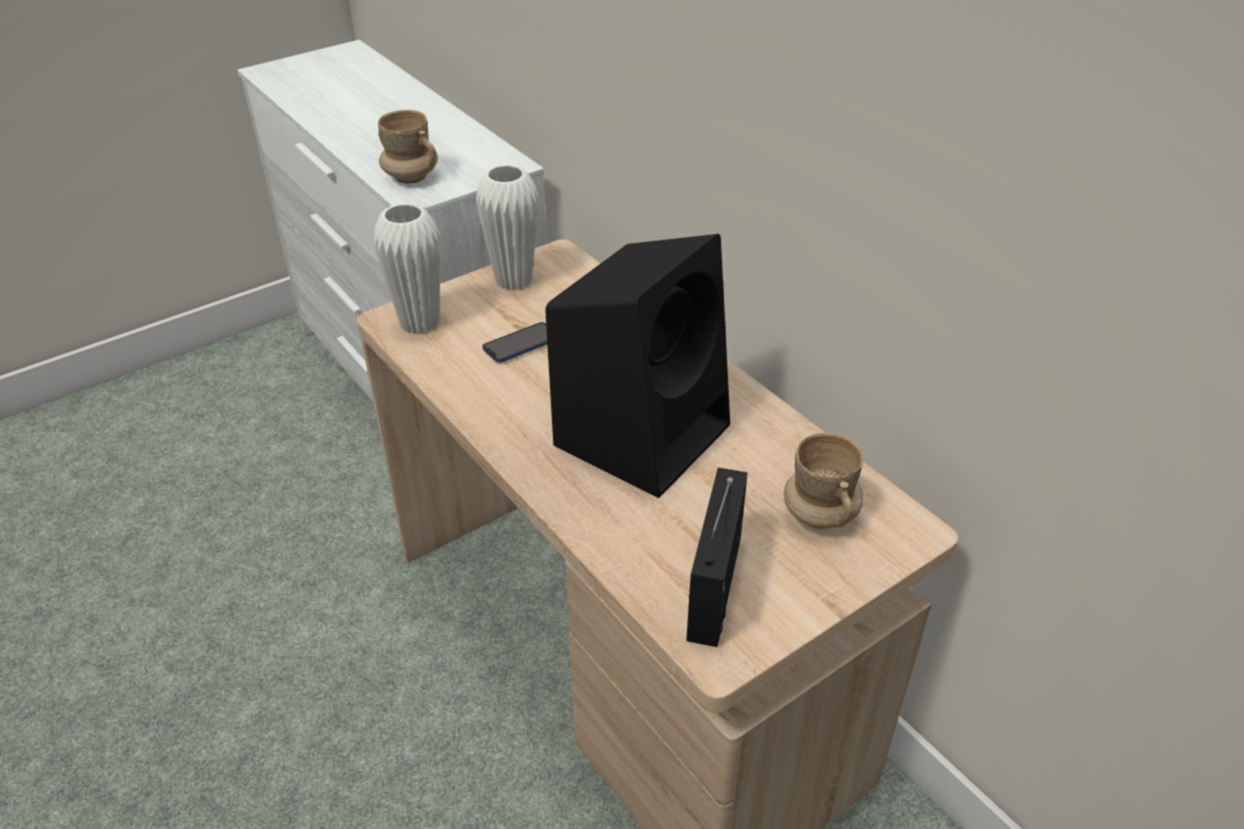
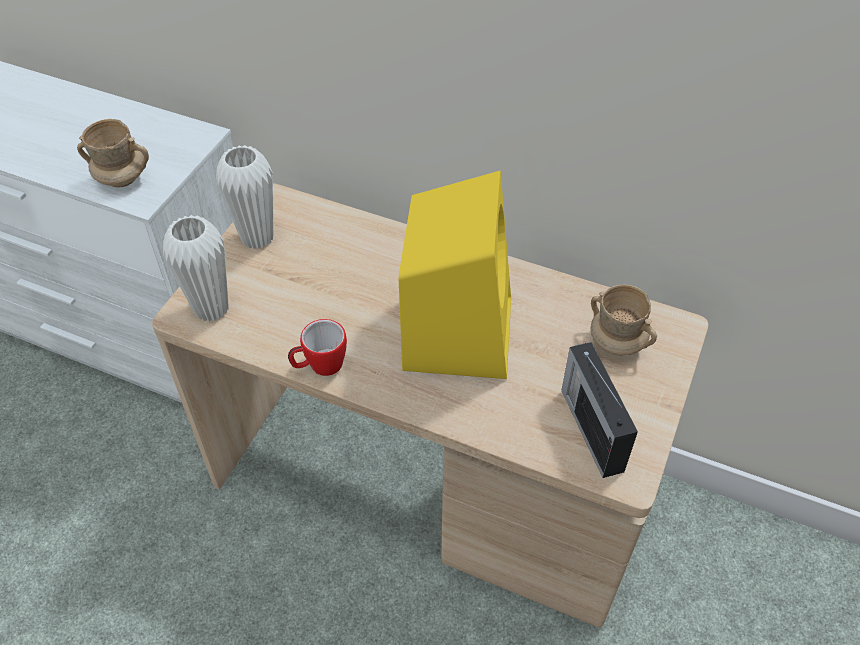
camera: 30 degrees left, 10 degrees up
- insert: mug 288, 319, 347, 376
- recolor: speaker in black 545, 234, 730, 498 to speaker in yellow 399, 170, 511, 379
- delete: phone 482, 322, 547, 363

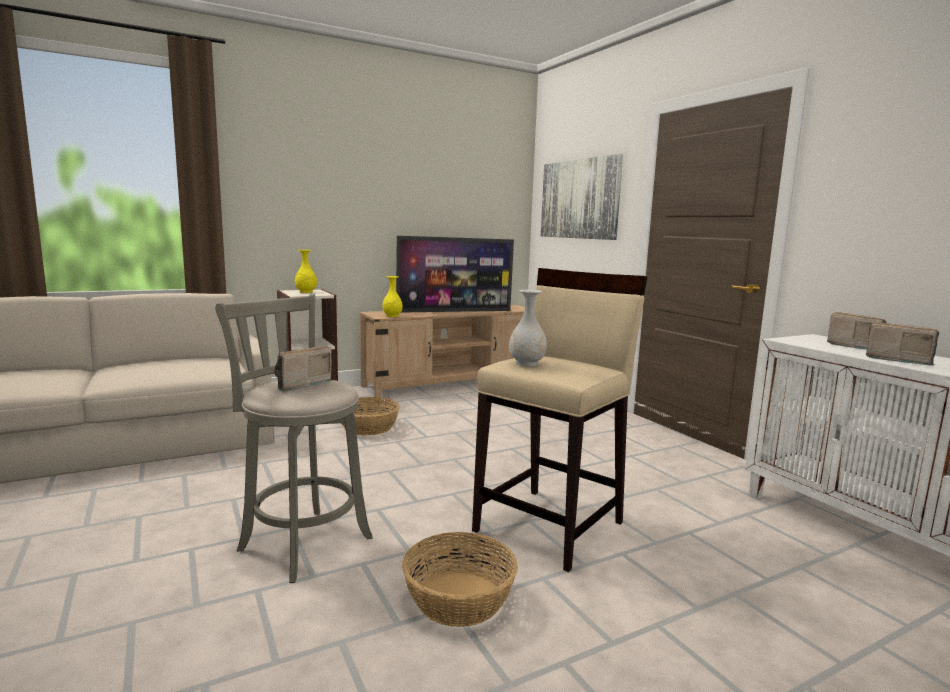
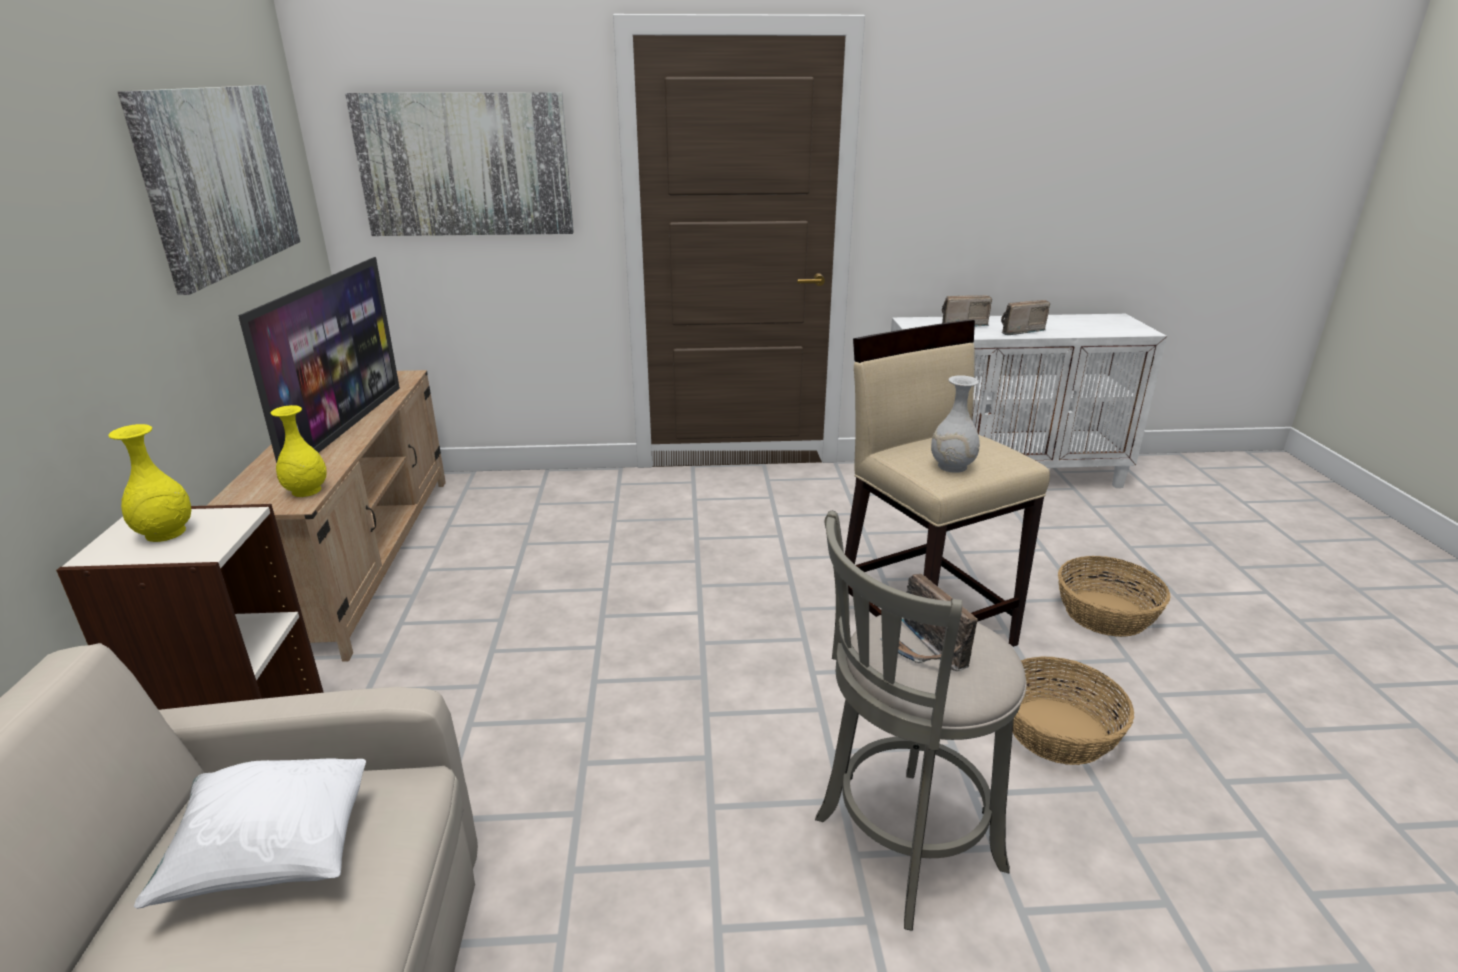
camera: 65 degrees left, 15 degrees up
- insert: picture 118, 85, 301, 295
- insert: pillow in white 134, 758, 366, 909
- move: basket 341, 397, 400, 436 to 1058, 556, 1171, 637

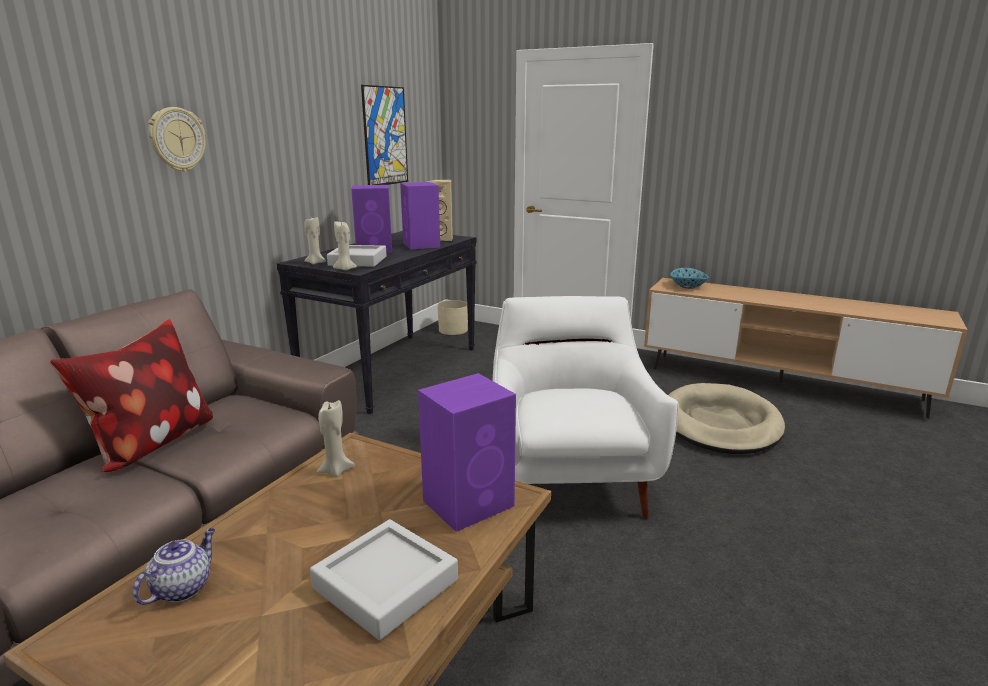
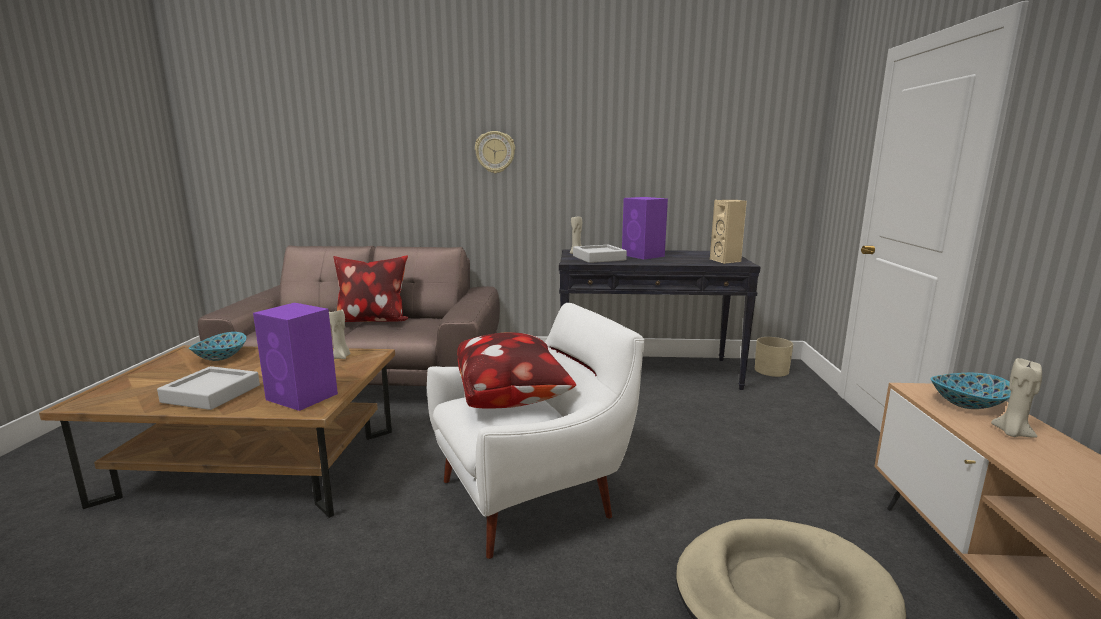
camera: 65 degrees right, 5 degrees down
- replace: teapot 133, 528, 215, 605 to bowl 189, 332, 246, 361
- insert: pillow 457, 332, 576, 408
- move: candle in beige 333, 221, 357, 270 to 991, 358, 1042, 438
- delete: picture 361, 85, 408, 185
- delete: speaker in purple 400, 182, 440, 249

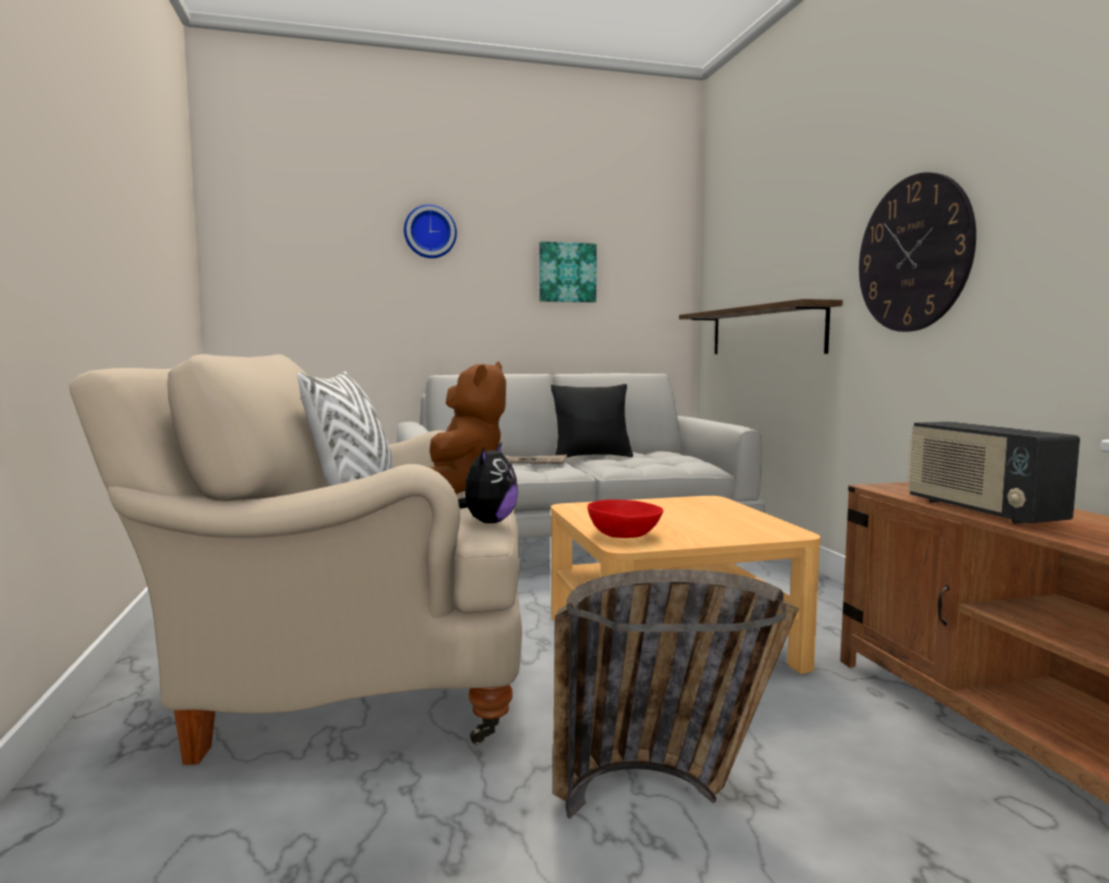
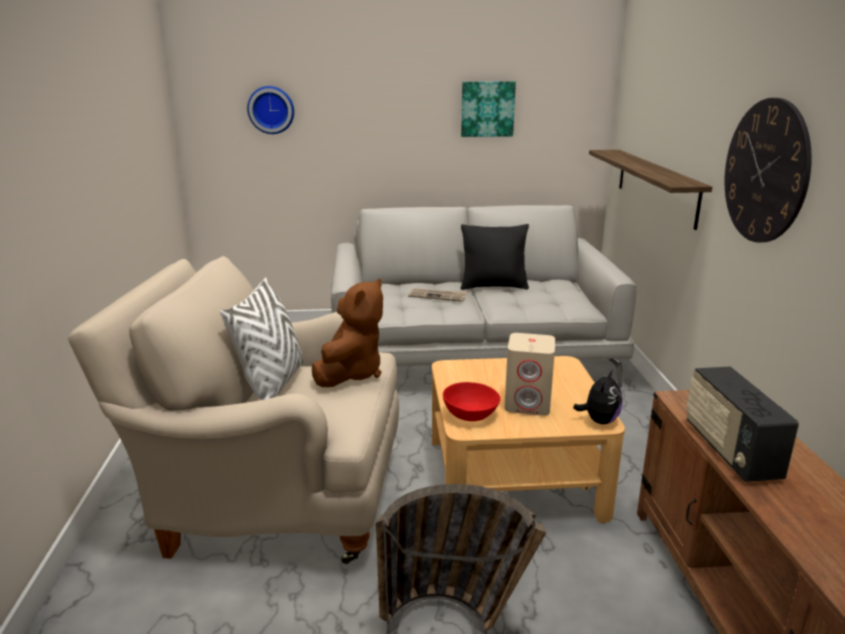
camera: 10 degrees right, 15 degrees up
- move: wall clock 404, 204, 457, 258 to 247, 86, 294, 134
- insert: speaker in beige 504, 333, 555, 416
- move: plush toy 458, 442, 518, 523 to 573, 369, 622, 424

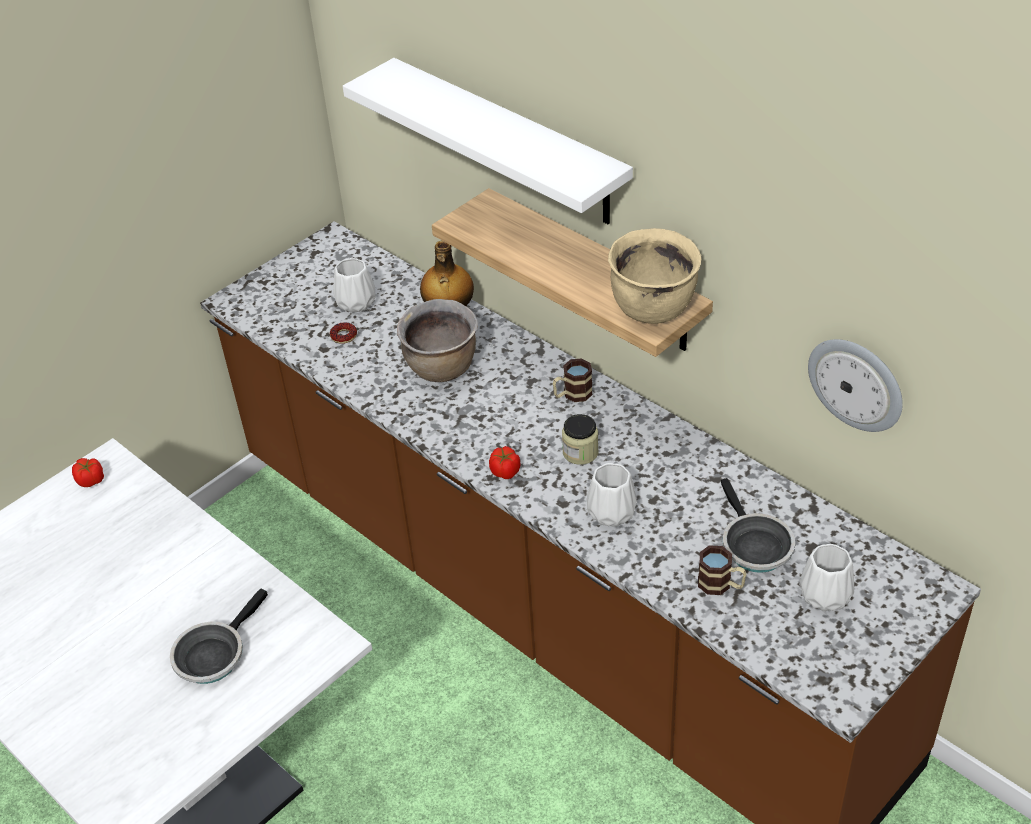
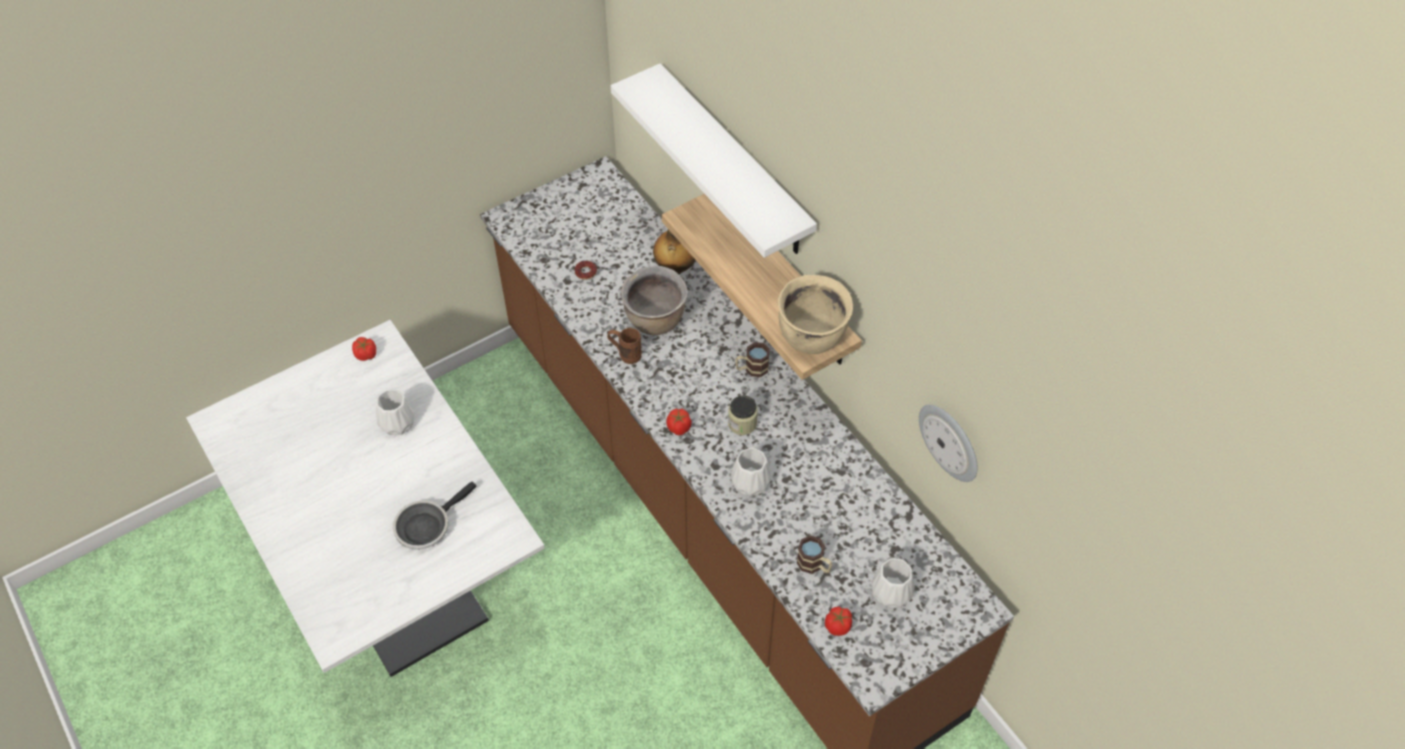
camera: 10 degrees right, 10 degrees up
- move: vase in white 333, 258, 376, 313 to 376, 390, 415, 435
- insert: mug in brown 607, 328, 642, 364
- insert: tomato 825, 607, 852, 636
- delete: frying pan 720, 478, 795, 573

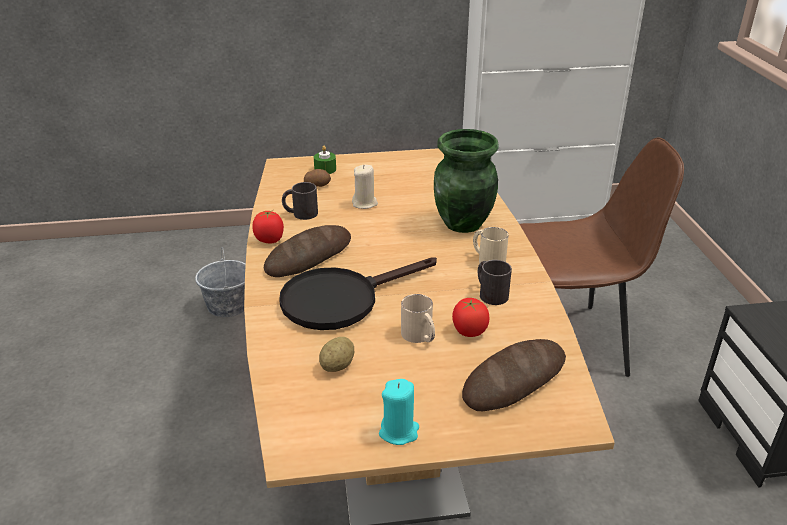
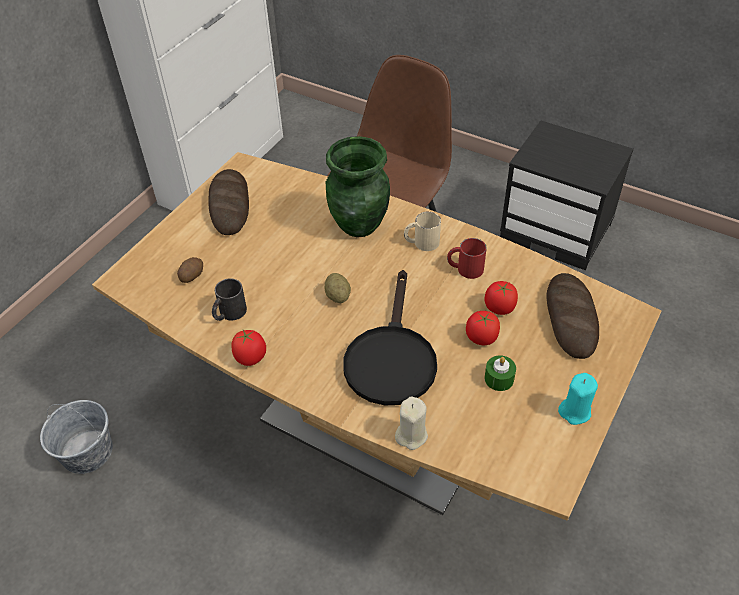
camera: 50 degrees left, 15 degrees up
- move: bread 264, 225, 351, 277 to 208, 169, 249, 235
- move: potato 319, 337, 354, 372 to 325, 273, 351, 303
- move: candle in beige 352, 165, 378, 209 to 395, 397, 428, 450
- recolor: mug in black 478, 260, 512, 305 to mug in red 447, 238, 487, 279
- replace: mug in beige 401, 294, 435, 343 to tomato 466, 311, 500, 345
- move: candle in green 314, 145, 336, 174 to 485, 355, 516, 391

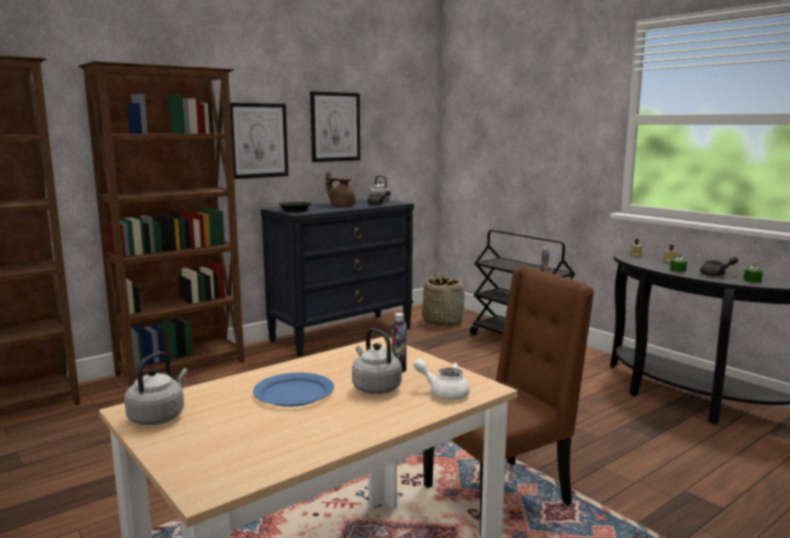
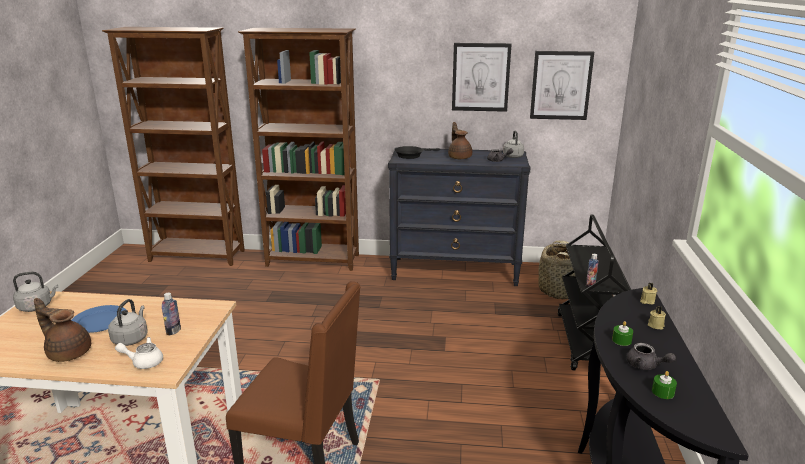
camera: 45 degrees right, 10 degrees up
- insert: teapot in brown 34, 298, 91, 362
- rotate: teapot in white 414, 359, 470, 400 = 115, 337, 163, 369 75 degrees counterclockwise
- move: picture 230, 103, 288, 179 to 530, 51, 594, 120

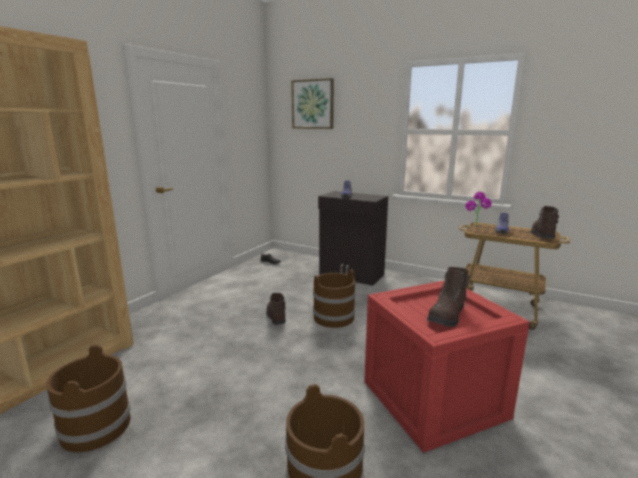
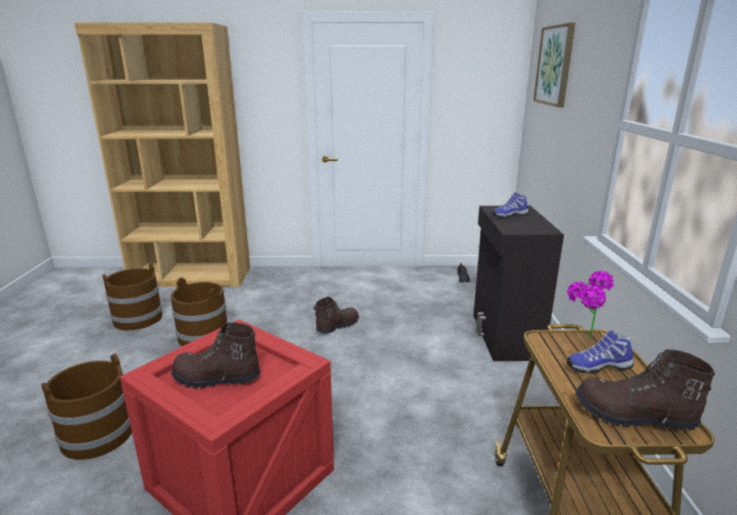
camera: 60 degrees right, 5 degrees up
- move: bucket in brown 313, 269, 356, 328 to 171, 277, 228, 346
- rotate: boot in brown 531, 206, 559, 239 = 575, 349, 715, 430 150 degrees counterclockwise

